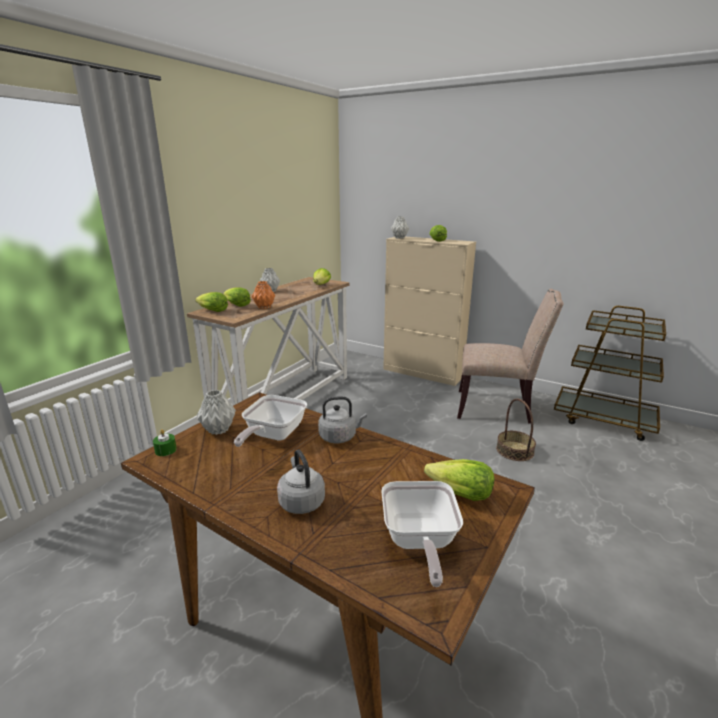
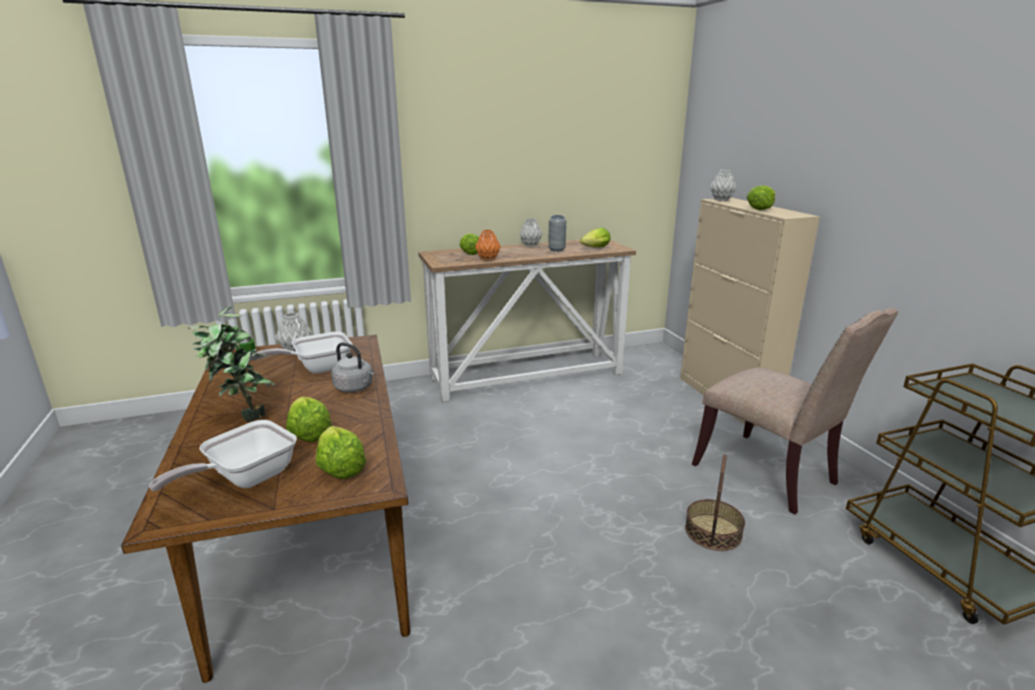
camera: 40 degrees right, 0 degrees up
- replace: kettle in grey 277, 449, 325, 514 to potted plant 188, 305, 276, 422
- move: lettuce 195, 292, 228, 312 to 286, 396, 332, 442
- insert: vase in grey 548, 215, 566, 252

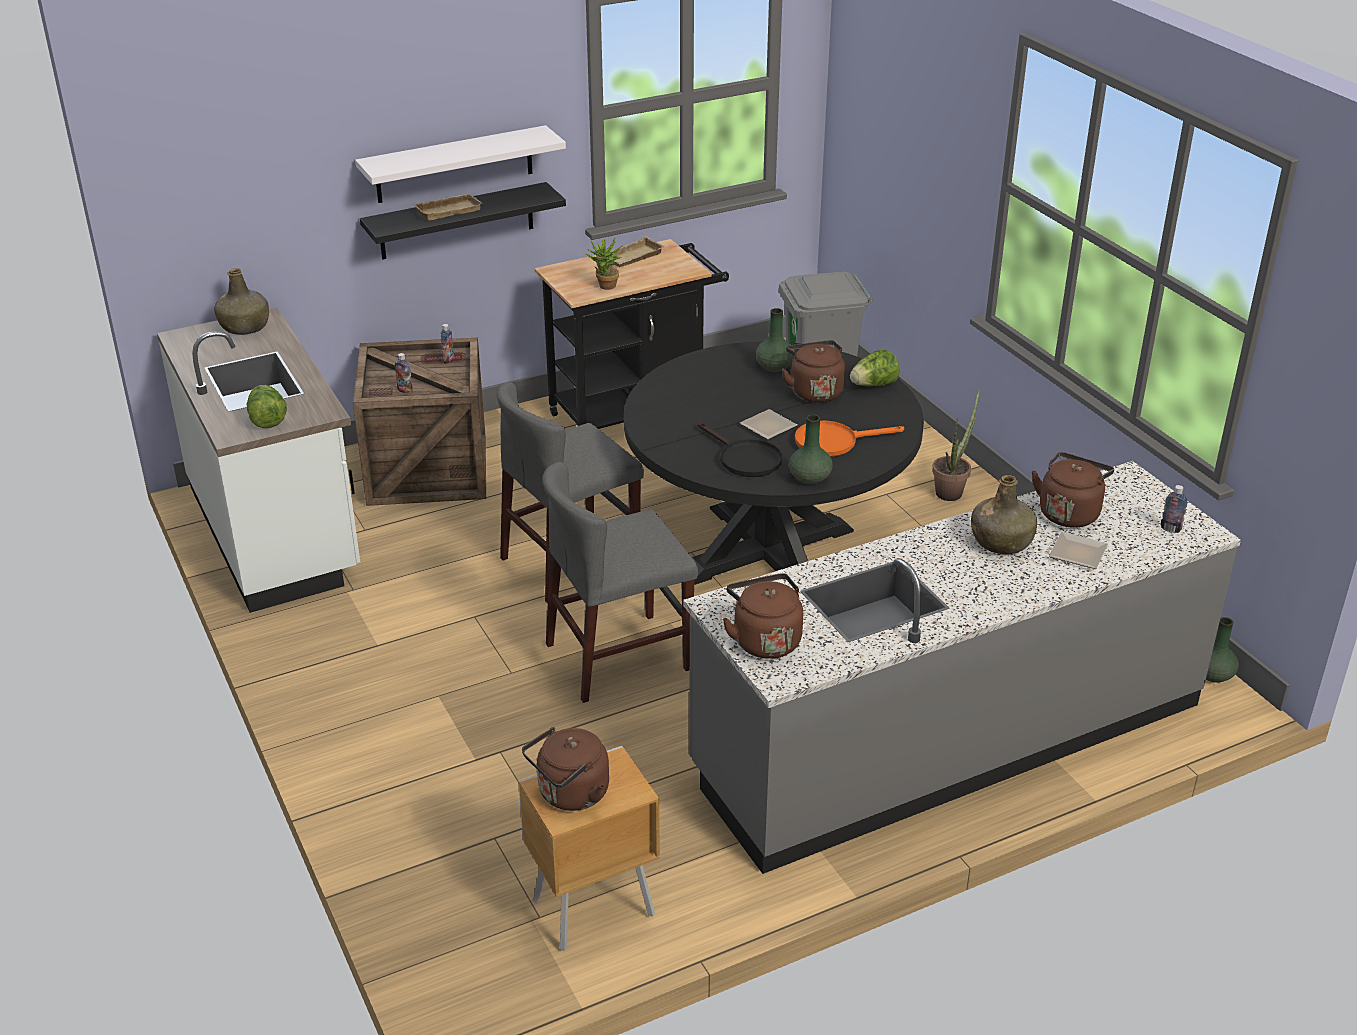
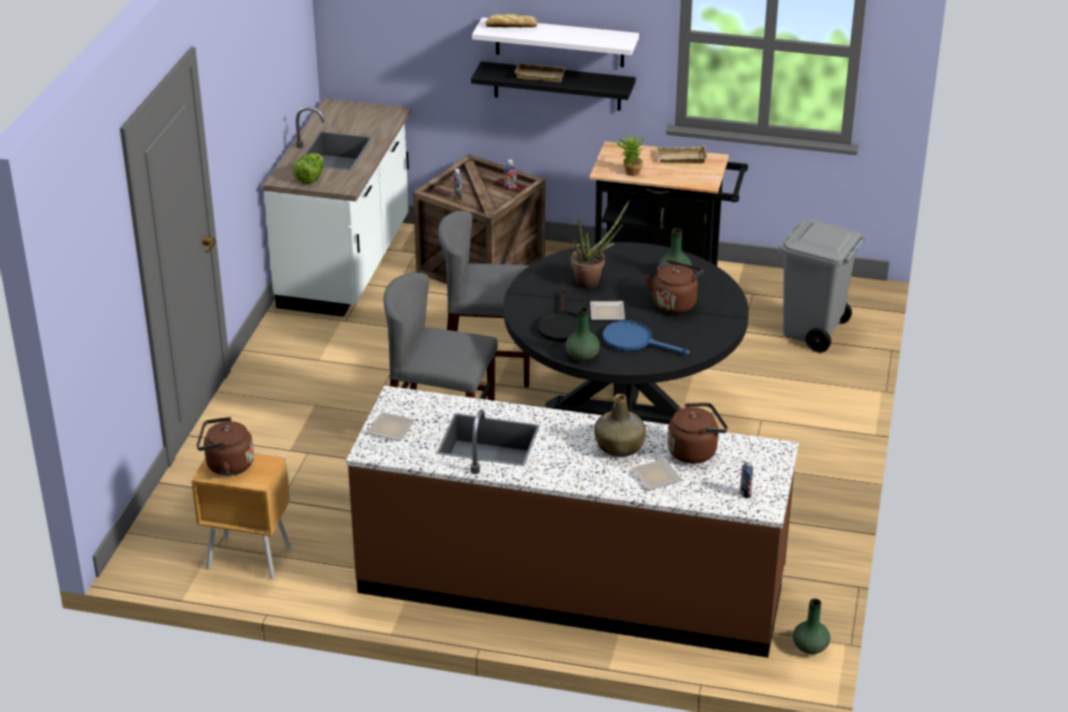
camera: 40 degrees right, 0 degrees up
- recolor: counter in grey 683, 461, 1241, 874 to counter in brown 346, 386, 799, 658
- replace: kettle in brown 723, 573, 803, 659 to plate 366, 412, 415, 441
- insert: bread 486, 14, 537, 27
- move: potted plant 932, 389, 979, 501 to 571, 200, 630, 289
- recolor: frying pan in orange 795, 420, 904, 457 to frying pan in blue 603, 320, 690, 355
- delete: bottle in green 214, 268, 269, 335
- delete: lettuce 850, 350, 900, 386

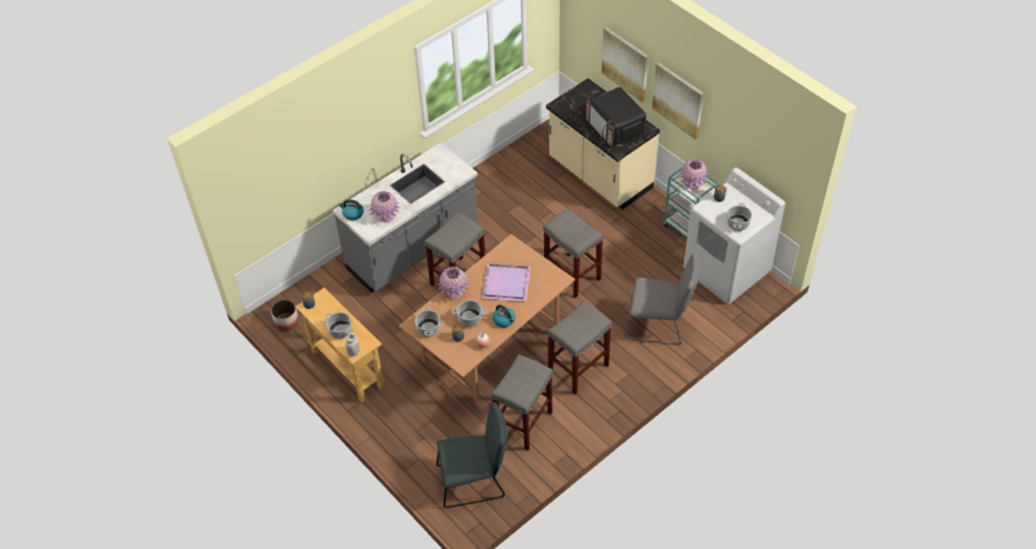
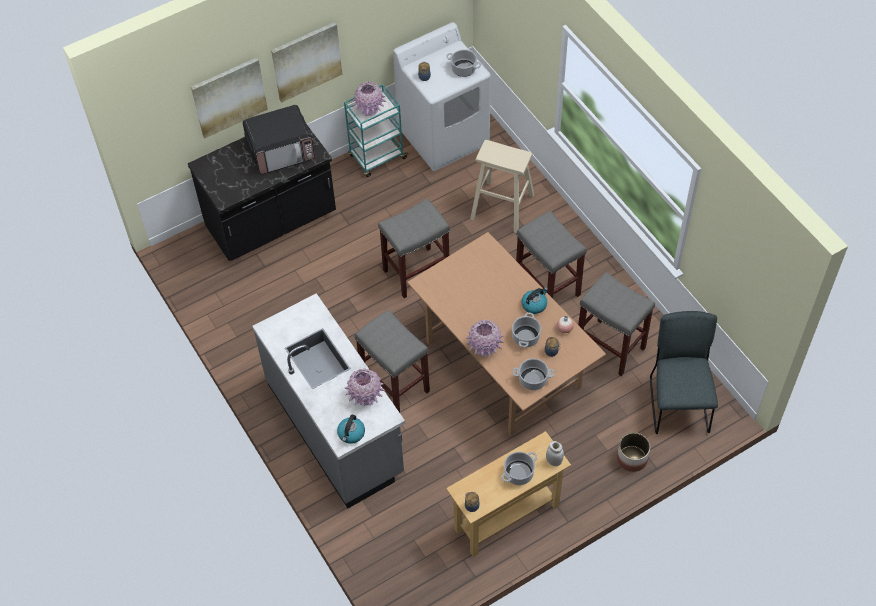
camera: 80 degrees left, 5 degrees up
- recolor: counter in beige 546, 78, 660, 210 to counter in black 188, 125, 336, 261
- replace: chair in grey 625, 253, 699, 345 to stool in beige 470, 140, 534, 233
- move: planter 271, 300, 299, 332 to 617, 432, 650, 472
- delete: tray in purple 482, 264, 531, 302

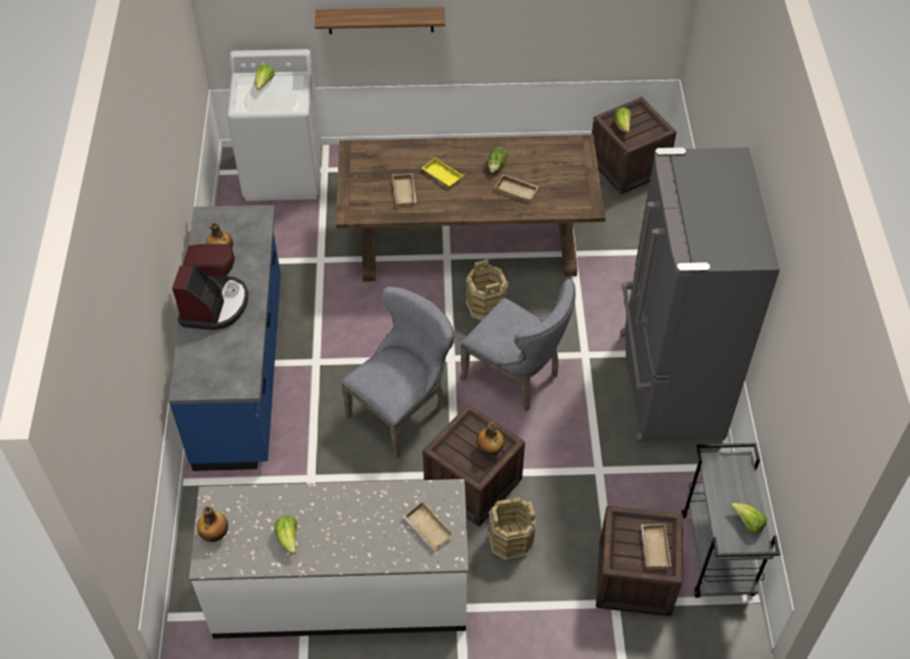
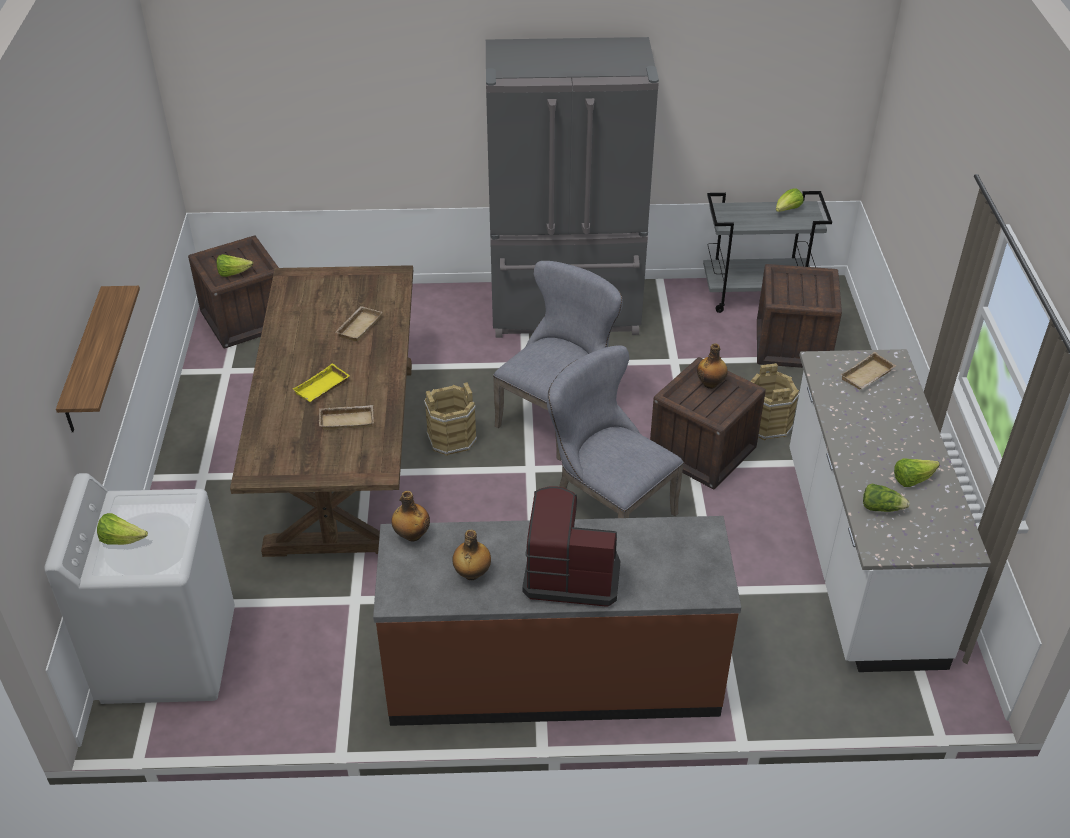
camera: 90 degrees left, 10 degrees down
- recolor: counter in blue 168, 205, 281, 471 to counter in brown 373, 516, 741, 726
- move: bottle 197, 506, 228, 542 to 391, 491, 430, 542
- move: lettuce 487, 147, 508, 173 to 863, 484, 910, 512
- delete: tray in beige 641, 524, 672, 568

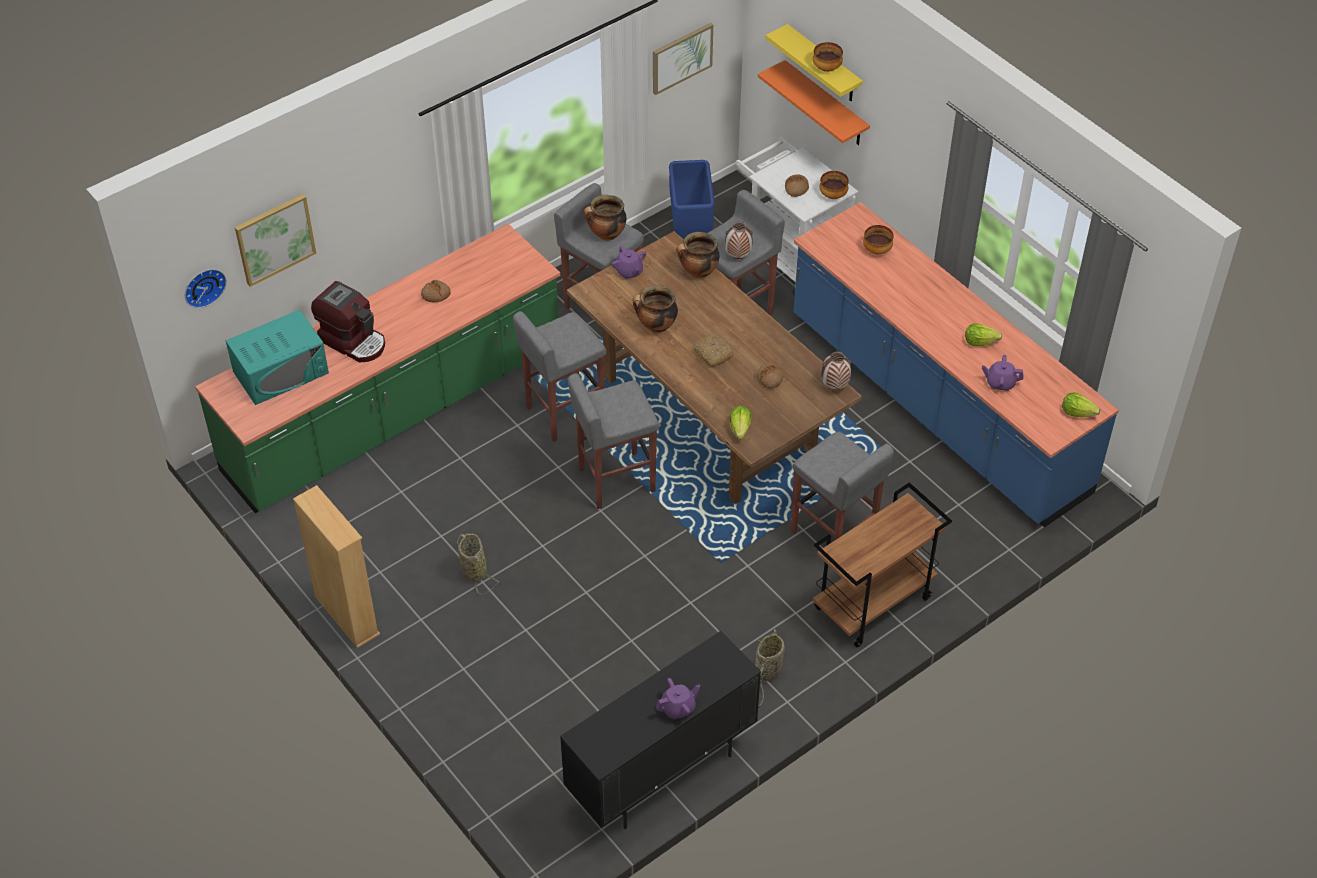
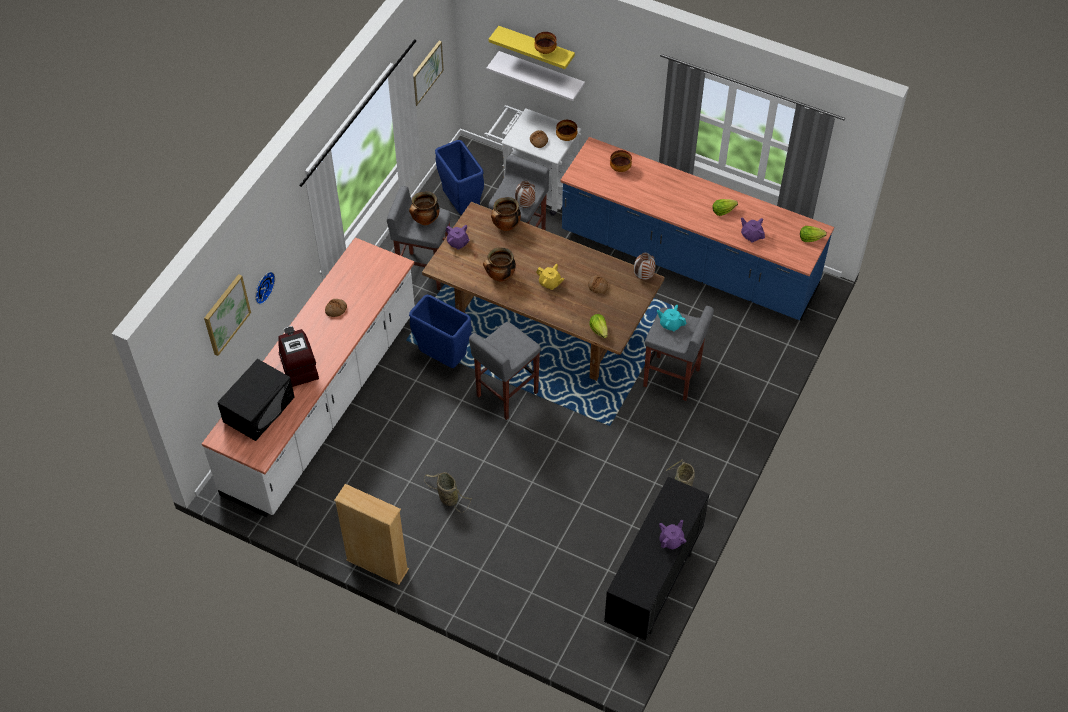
camera: 25 degrees left, 5 degrees up
- recolor: counter in green 195, 224, 560, 513 to counter in white 202, 238, 415, 517
- recolor: microwave in turquoise 226, 309, 329, 405 to microwave in black 217, 359, 295, 441
- move: wall clock 185, 269, 227, 308 to 255, 272, 275, 304
- rotate: coffee machine 311, 281, 385, 362 = 278, 326, 319, 387 120 degrees counterclockwise
- replace: stool in grey 513, 311, 607, 442 to trash can in blue 409, 295, 472, 368
- recolor: shelf in orange 758, 60, 870, 145 to shelf in white 486, 51, 585, 101
- replace: bread 693, 335, 734, 367 to teapot in yellow 536, 264, 565, 290
- insert: teapot in turquoise 657, 305, 686, 331
- rotate: teapot in purple 982, 355, 1024, 391 = 741, 218, 765, 243 60 degrees clockwise
- delete: cart in brown 813, 482, 952, 647

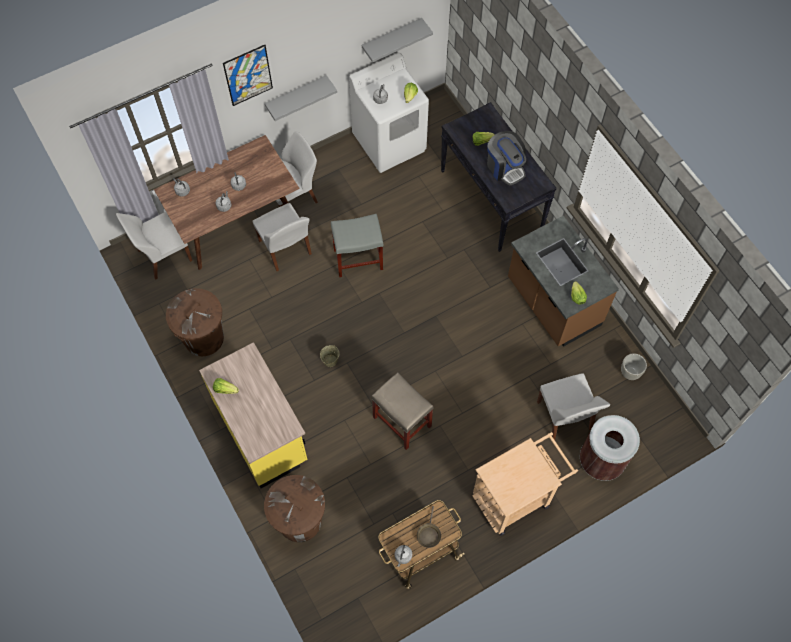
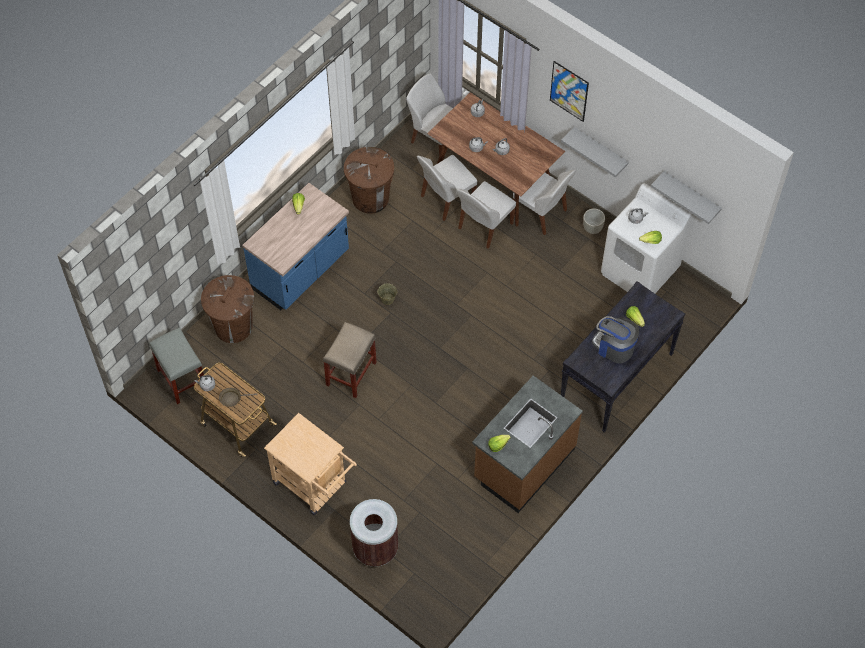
camera: 70 degrees right, 5 degrees down
- move: stool in grey 331, 214, 383, 277 to 149, 328, 204, 404
- recolor: counter in yellow 199, 342, 308, 488 to counter in blue 242, 183, 349, 310
- move: chair in white 537, 373, 610, 440 to 417, 155, 477, 221
- move: planter in grey 621, 353, 647, 380 to 583, 208, 605, 234
- rotate: coffee machine 487, 131, 526, 185 = 592, 316, 639, 363 90 degrees clockwise

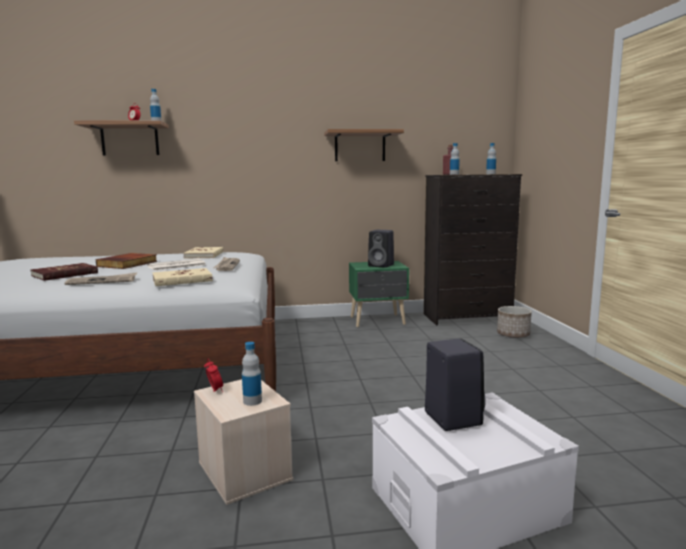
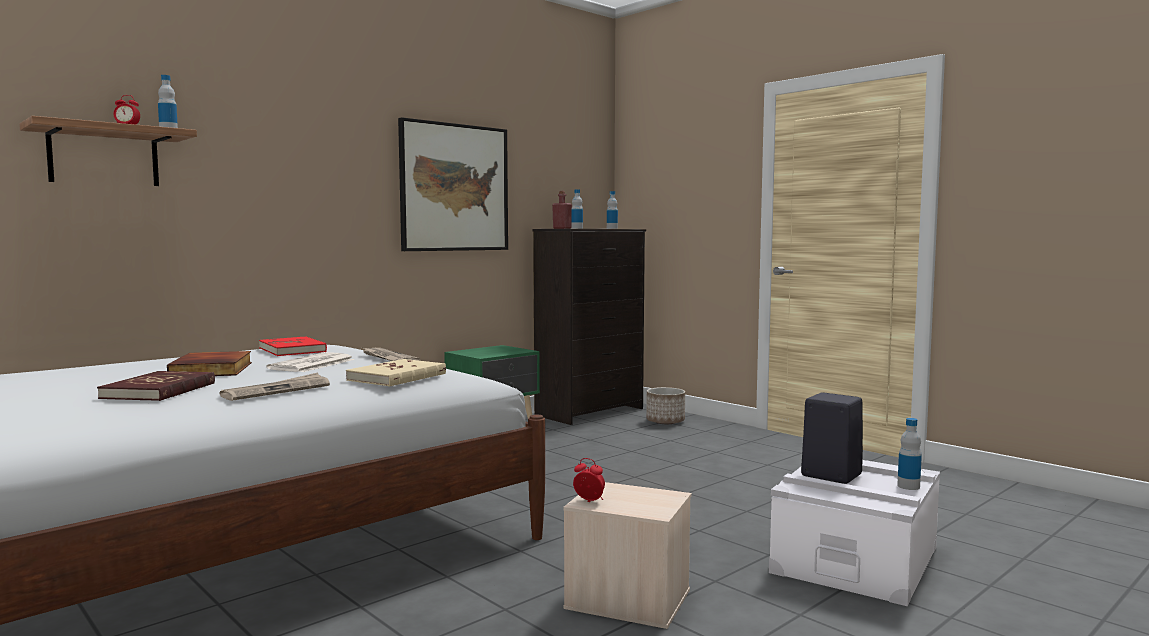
camera: 35 degrees left, 5 degrees down
- recolor: book in beige 183, 247, 223, 259 to book in red 259, 336, 327, 356
- replace: shelf 324, 129, 404, 161 to picture 398, 117, 508, 251
- move: bottle 242, 342, 262, 406 to 897, 418, 922, 490
- delete: speaker in black 368, 230, 394, 268

